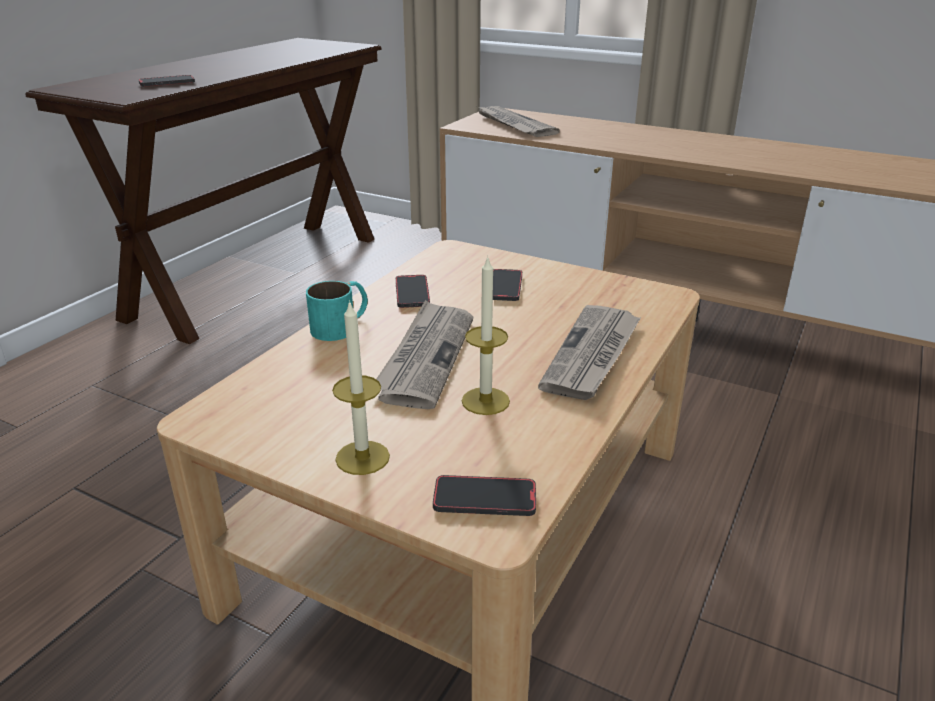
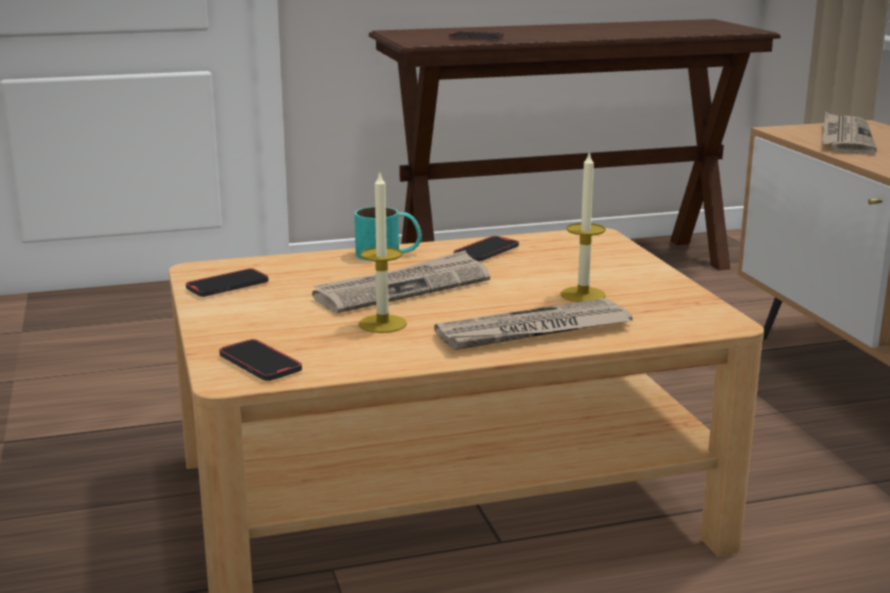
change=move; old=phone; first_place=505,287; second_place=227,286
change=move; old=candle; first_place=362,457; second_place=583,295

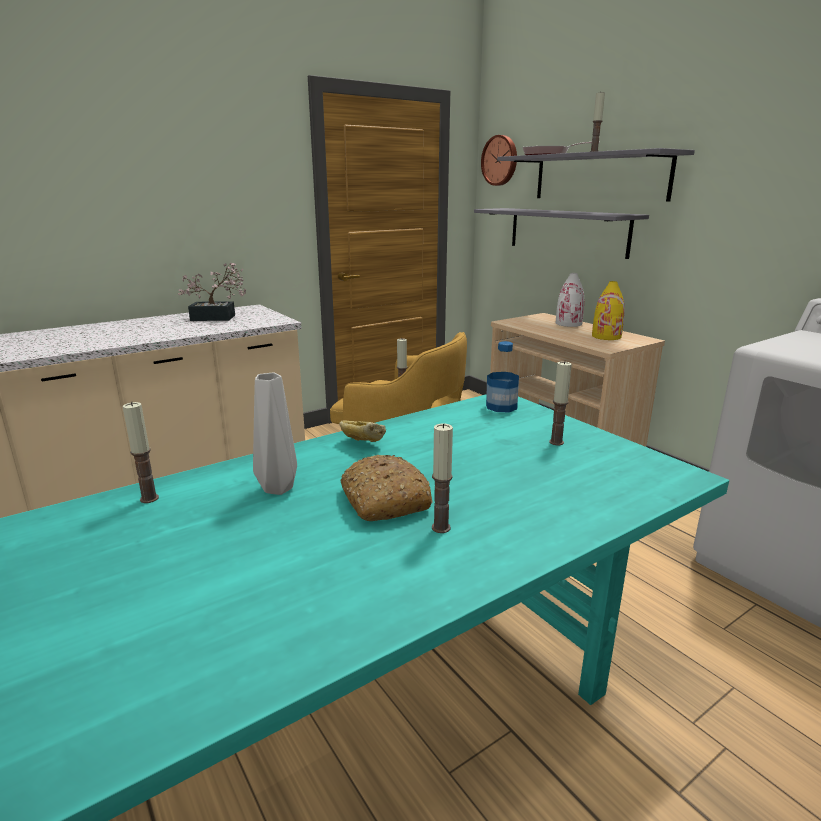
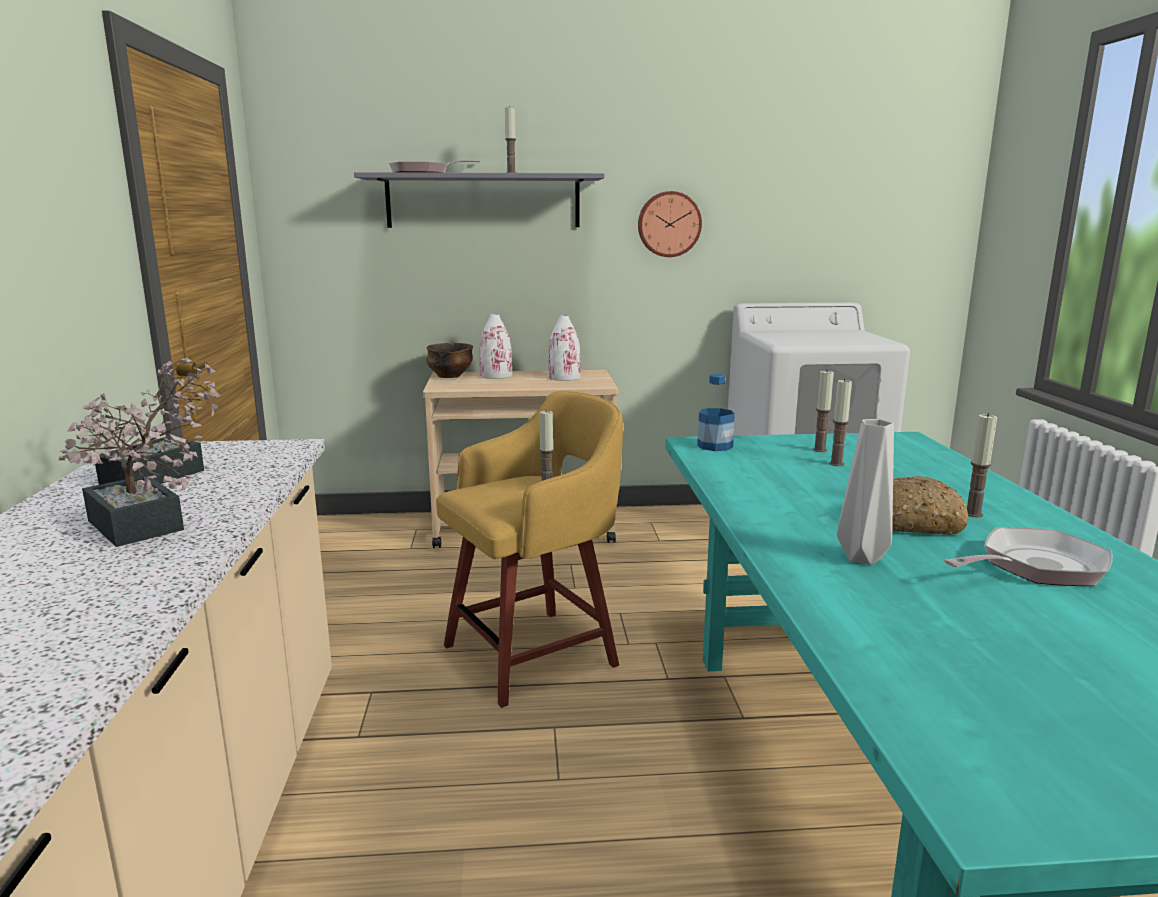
change=move; old=wall clock; first_place=500,160; second_place=669,224
change=delete; old=shelf/grey; first_place=567,231
change=recolor; old=vase/yellow; new=vase/white; first_place=606,336; second_place=564,377
change=move; old=candle; first_place=149,498; second_place=836,464
change=delete; old=bread; first_place=362,444
change=insert; new=bowl; second_place=450,376
change=insert; new=potted plant; second_place=138,529
change=insert; new=frying pan; second_place=1035,567

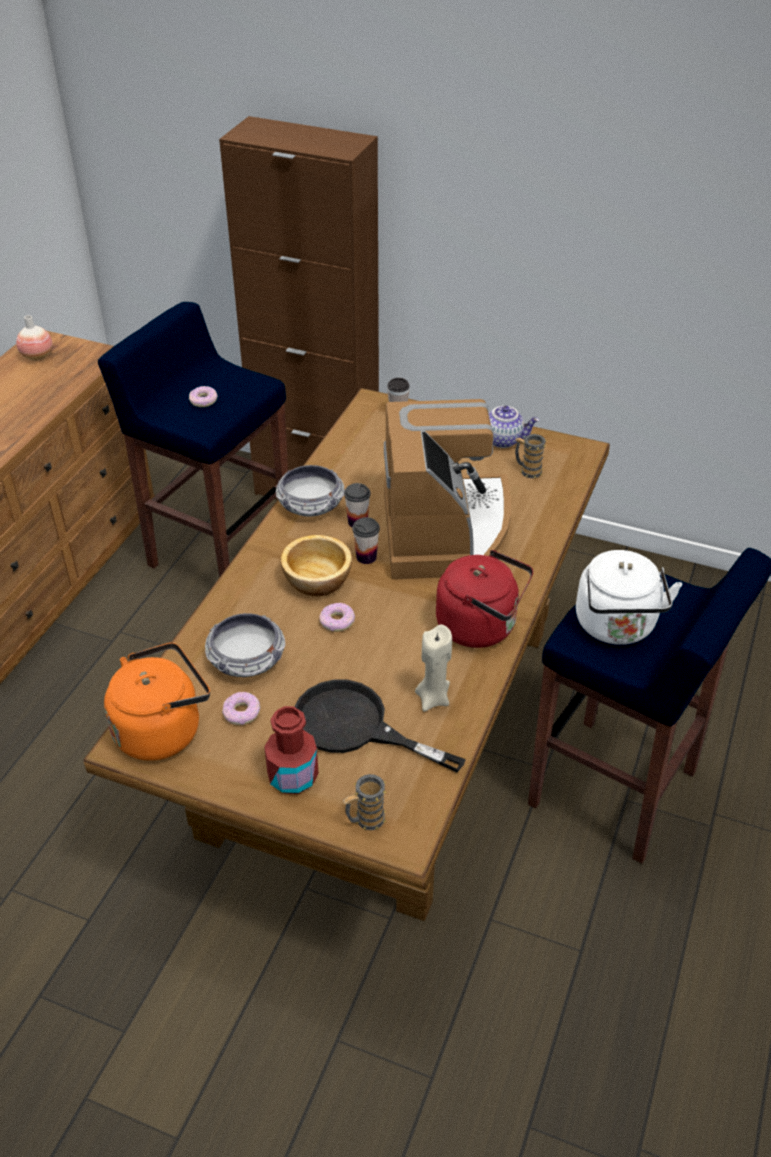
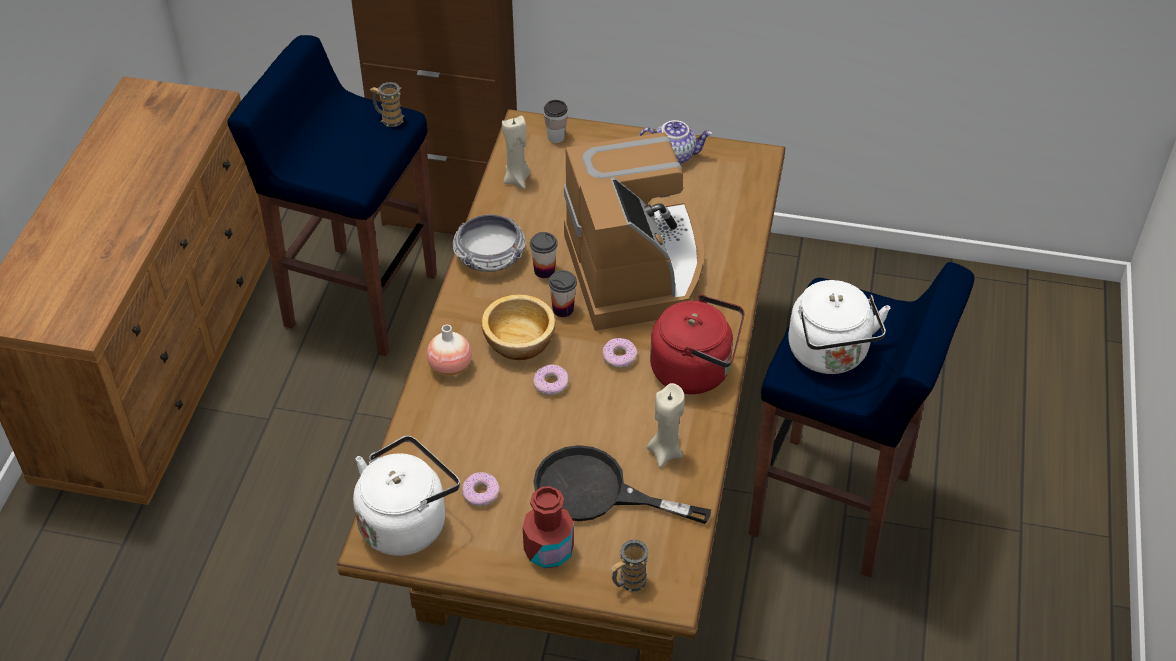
change=move; old=vase; first_place=37,356; second_place=450,366
change=move; old=donut; first_place=203,401; second_place=619,357
change=move; old=mug; first_place=527,470; second_place=389,119
change=delete; old=bowl; first_place=246,658
change=recolor; old=kettle/orange; new=kettle/white; first_place=162,729; second_place=407,521
change=insert; new=candle/beige; second_place=517,179

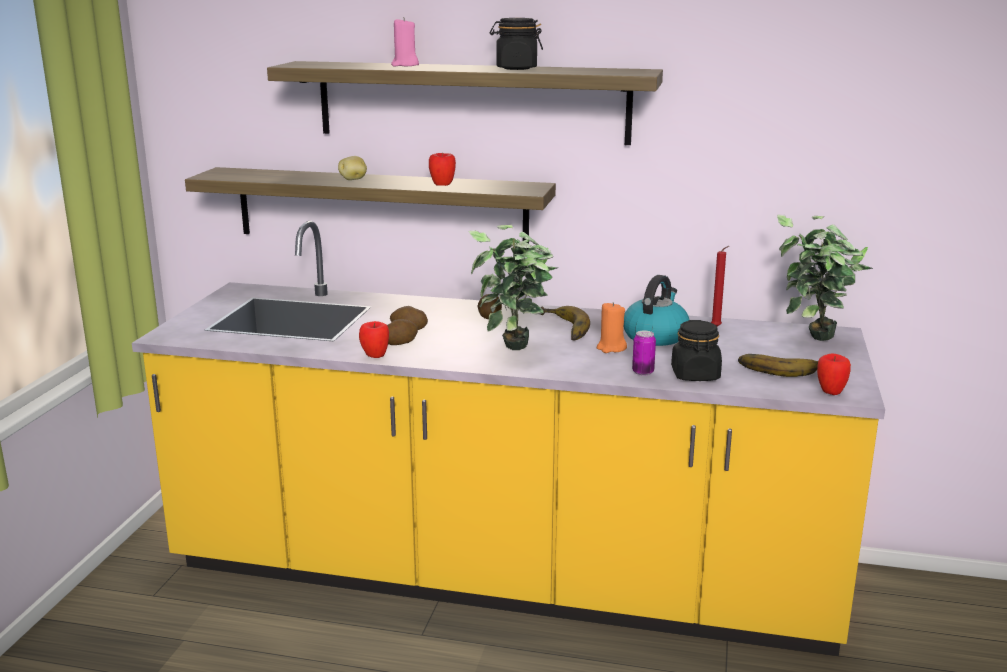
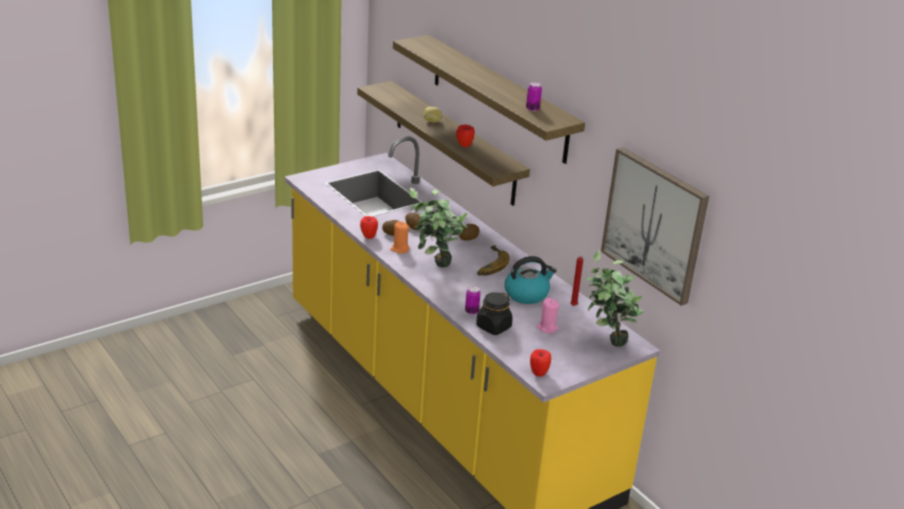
change=move; old=candle/pink; first_place=405,65; second_place=547,328
change=delete; old=jar/black; first_place=516,68
change=move; old=candle/orange; first_place=611,348; second_place=400,249
change=delete; old=banana; first_place=781,367
change=insert; new=can; second_place=532,109
change=insert; new=picture; second_place=655,224

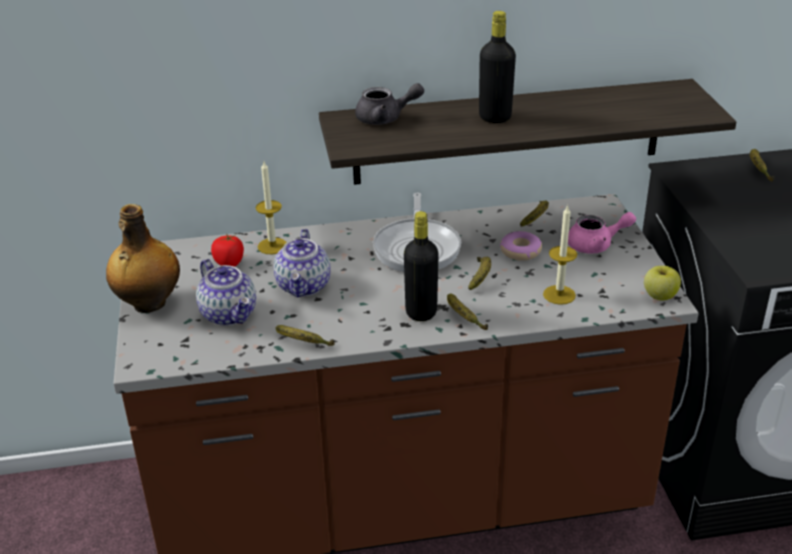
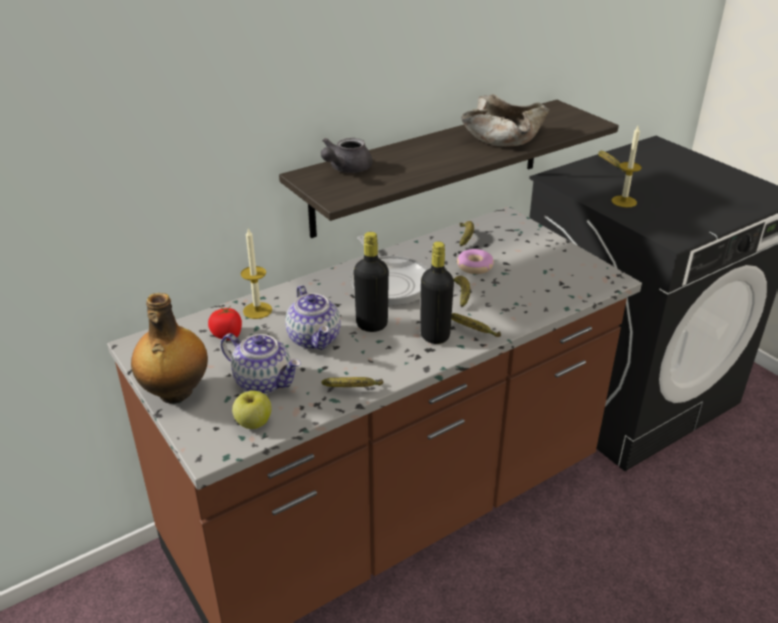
change=move; old=bottle/black; first_place=495,117; second_place=372,325
change=rotate; old=teapot/grey; first_place=385,118; second_place=345,169; degrees=150
change=move; old=candle; first_place=559,295; second_place=624,201
change=delete; old=teapot/pink; first_place=596,245
change=move; old=apple; first_place=659,296; second_place=253,423
change=insert; new=bowl/beige; second_place=504,136

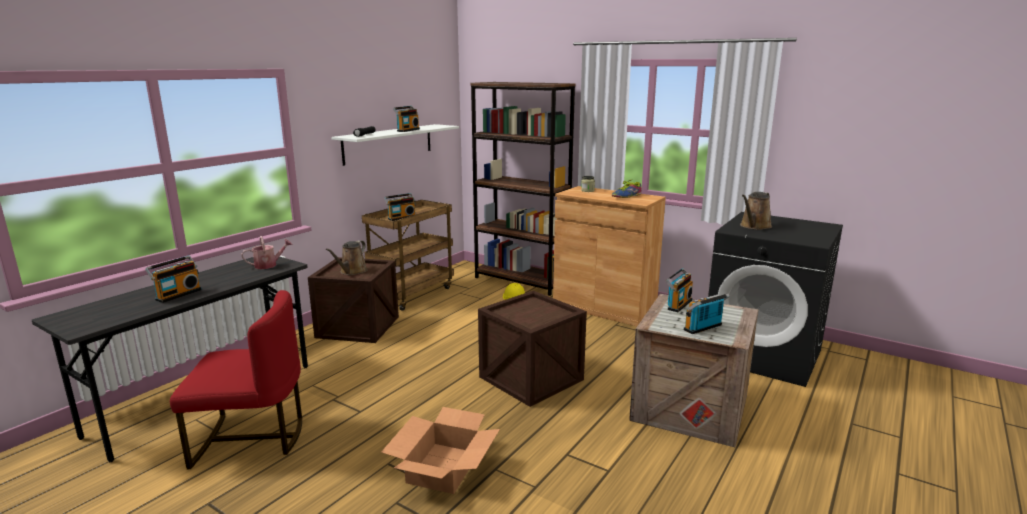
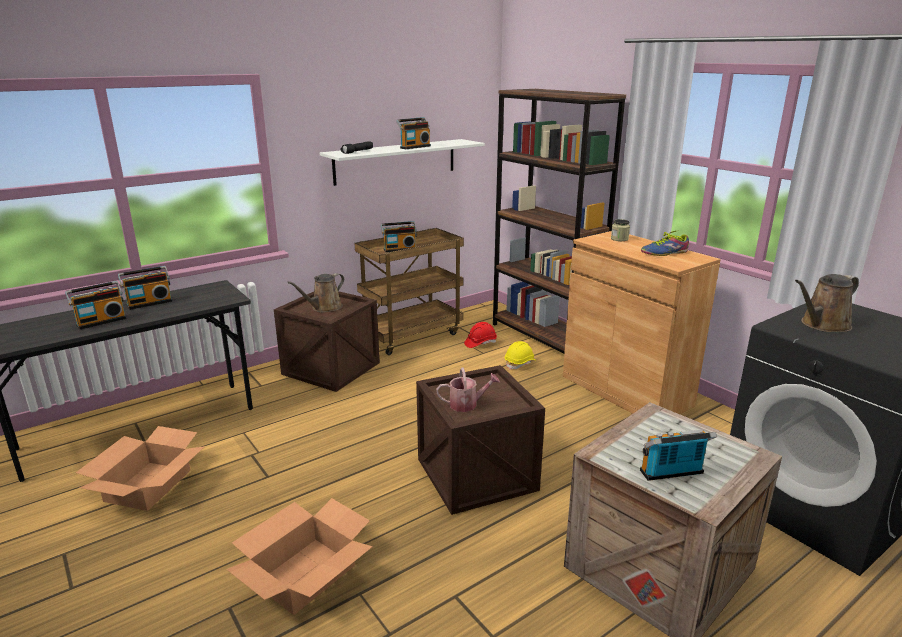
change=move; old=watering can; first_place=269,265; second_place=467,404
change=move; old=radio; first_place=678,304; second_place=149,303
change=replace; old=chair/red; new=cardboard box; first_place=251,439; second_place=148,485
change=insert; new=hard hat/red; second_place=480,343

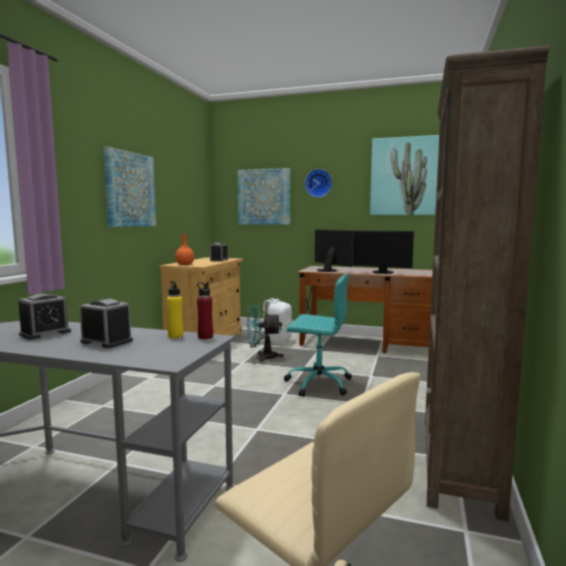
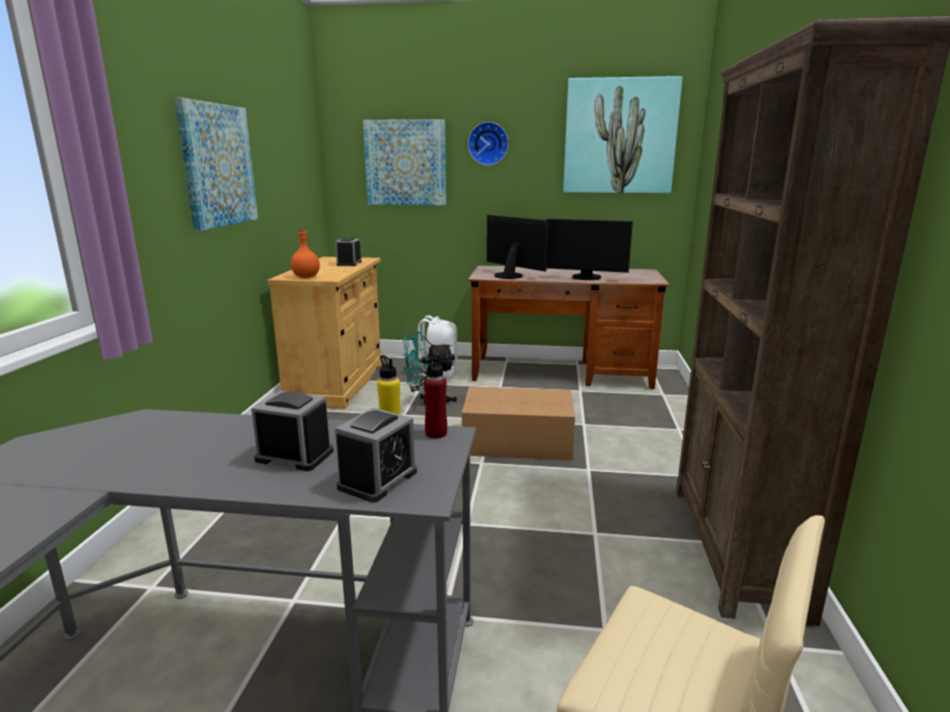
change=replace; old=office chair/turquoise; new=cardboard box; first_place=317,383; second_place=519,442
change=move; old=alarm clock; first_place=45,333; second_place=378,480

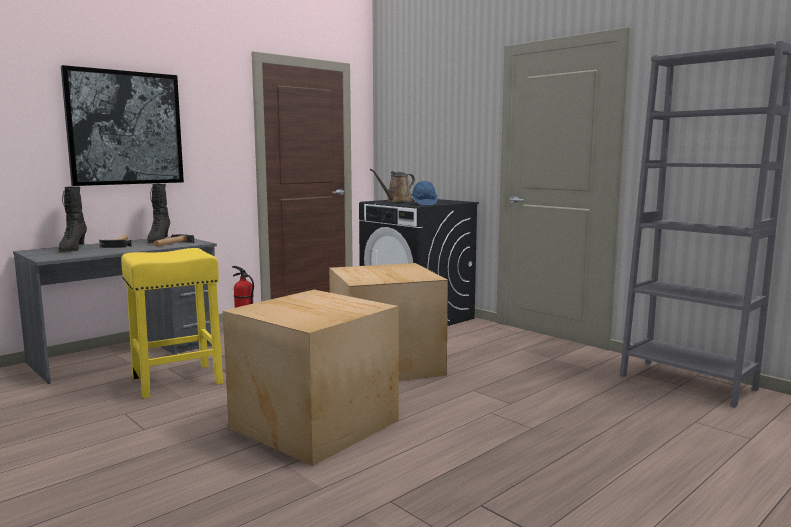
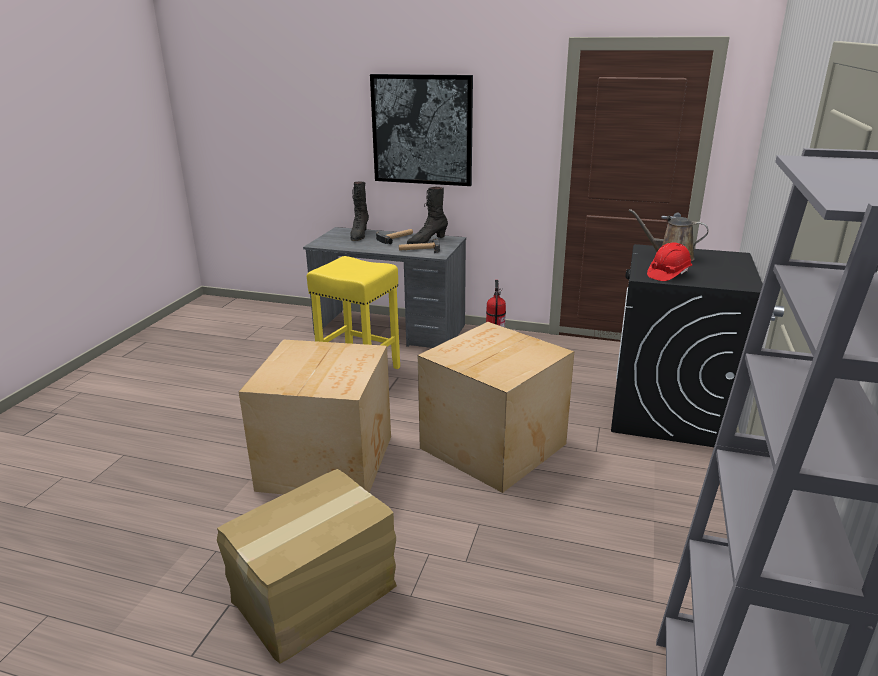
change=recolor; old=hard hat/blue; new=hard hat/red; first_place=424,204; second_place=668,274
change=rotate; old=boot/black; first_place=72,249; second_place=359,235; degrees=-45
change=insert; new=cardboard box; second_place=316,595

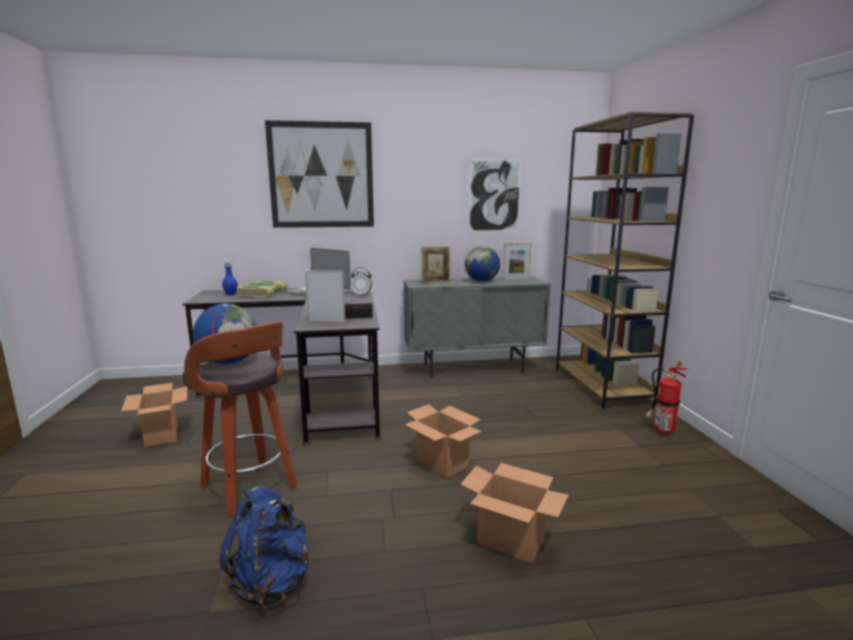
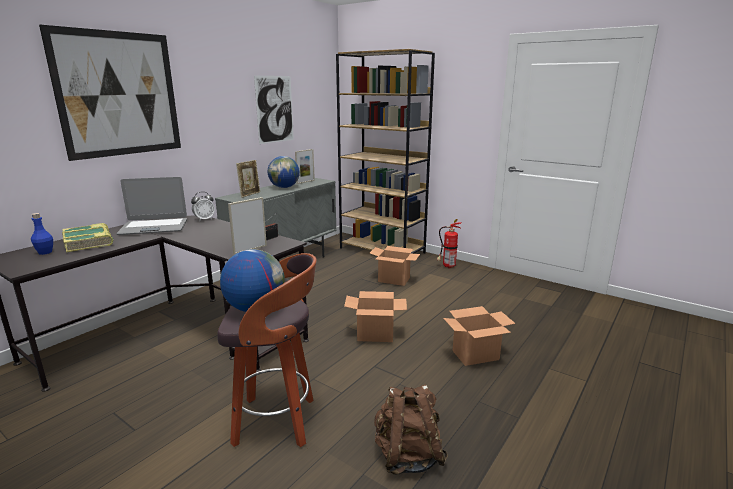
change=move; old=cardboard box; first_place=162,435; second_place=394,280
change=recolor; old=backpack/blue; new=backpack/brown; first_place=272,583; second_place=407,456

